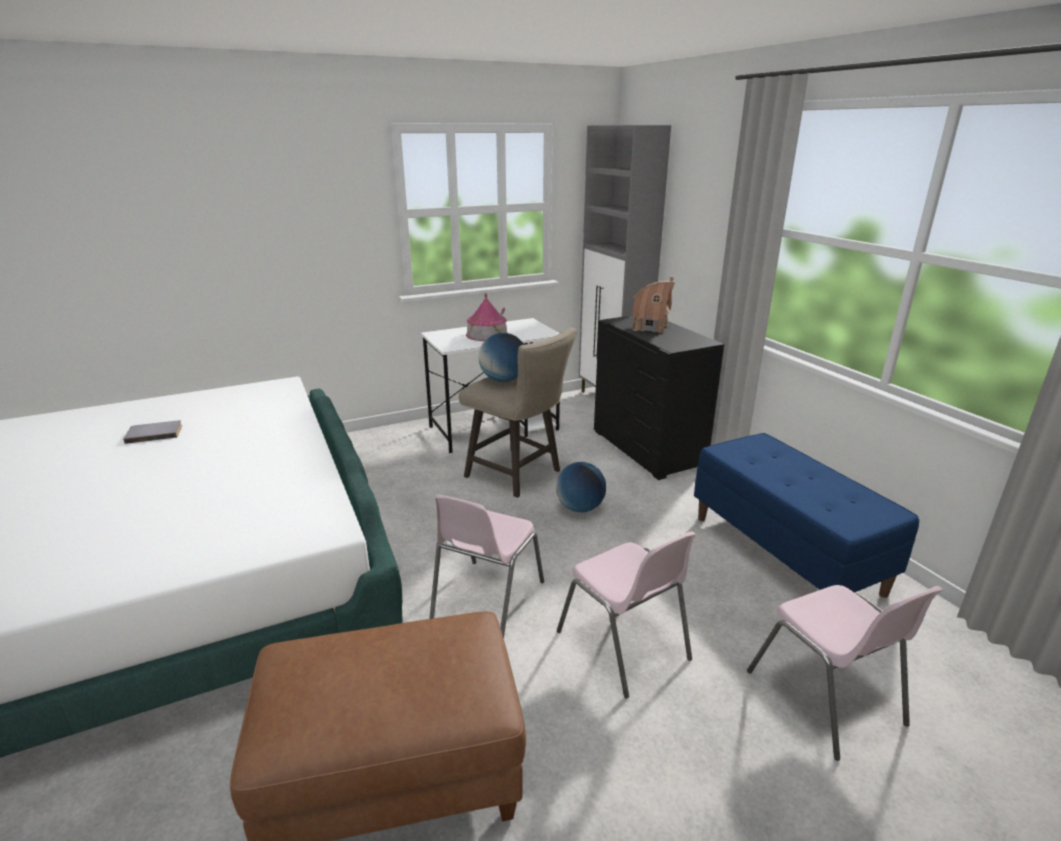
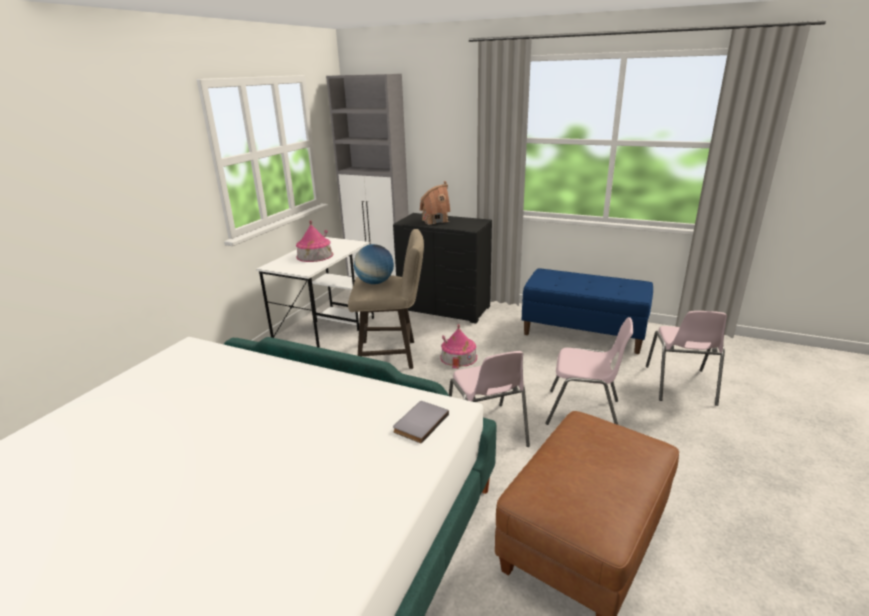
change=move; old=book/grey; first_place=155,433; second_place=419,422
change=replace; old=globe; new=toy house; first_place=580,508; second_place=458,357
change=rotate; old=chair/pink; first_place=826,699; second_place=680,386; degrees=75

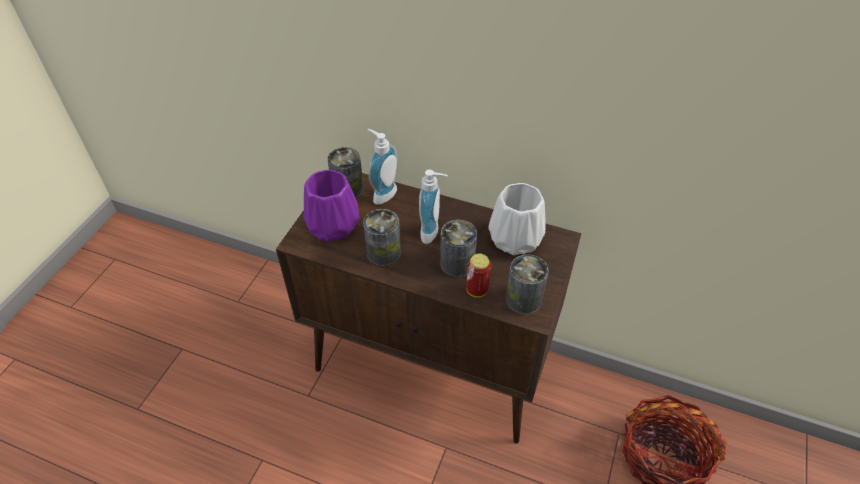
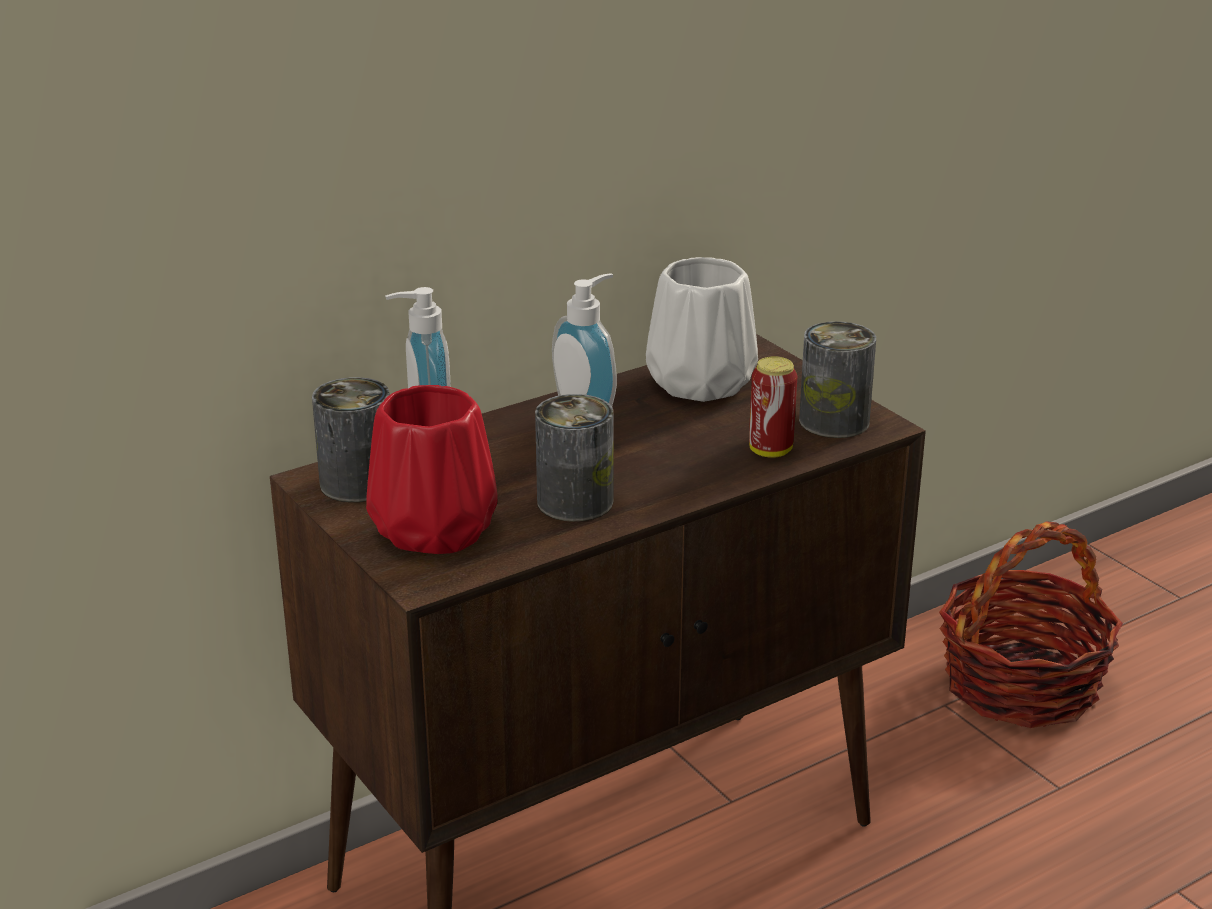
change=recolor; old=vase/purple; new=vase/red; first_place=333,226; second_place=437,529
change=delete; old=can; first_place=457,263

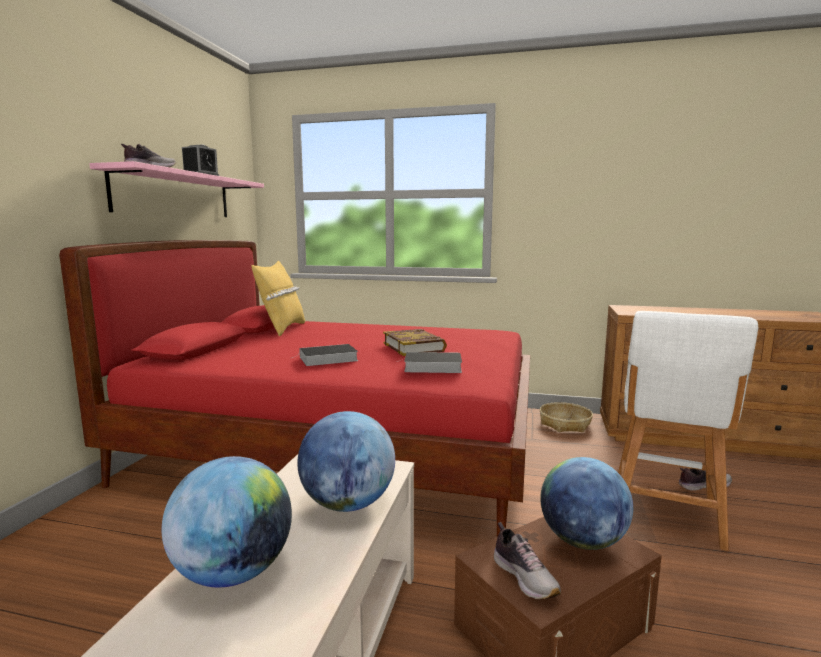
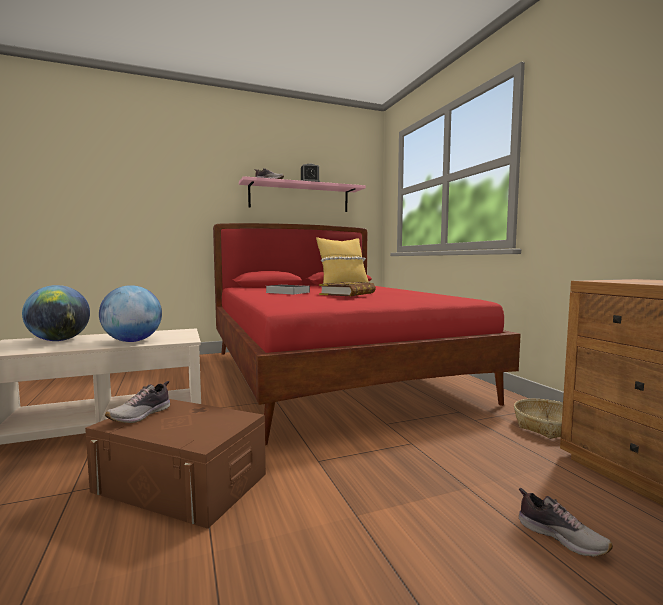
change=delete; old=stool/white; first_place=665,515
change=delete; old=book; first_place=431,367
change=delete; old=globe; first_place=582,541

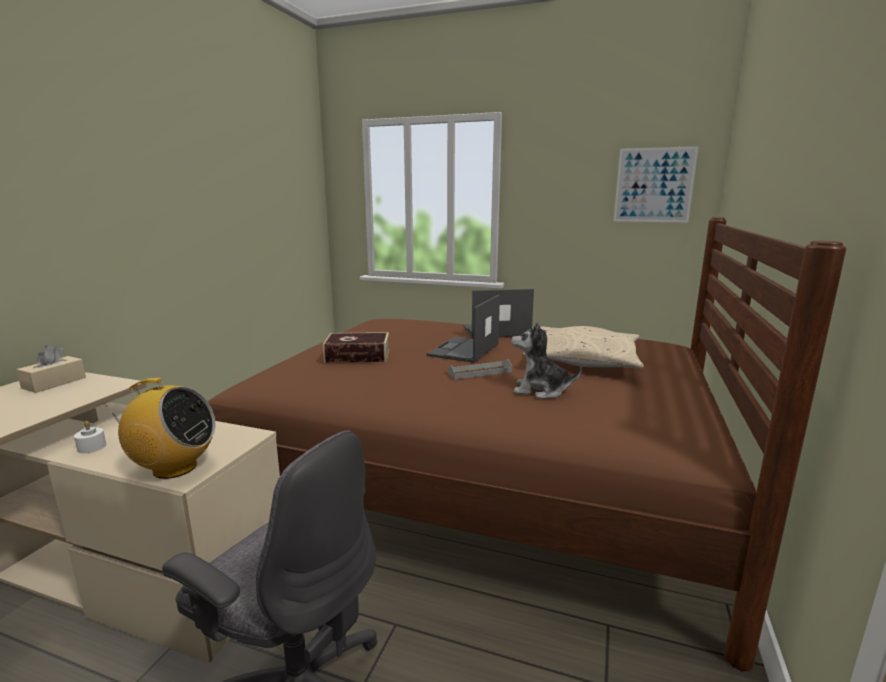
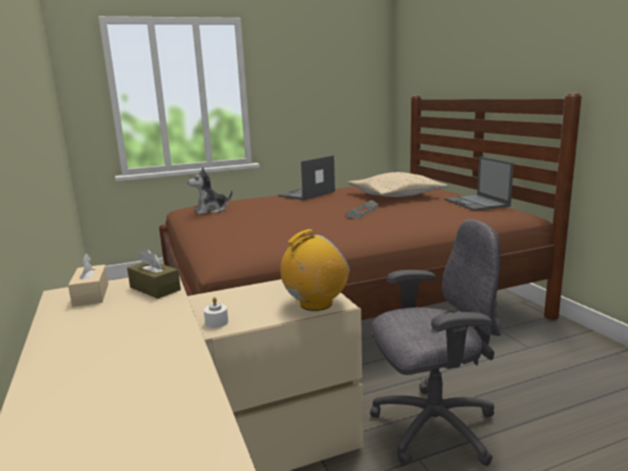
change=delete; old=picture; first_place=654,185
change=move; old=laptop; first_place=464,350; second_place=477,203
change=move; old=plush toy; first_place=540,391; second_place=211,211
change=delete; old=book; first_place=358,356
change=insert; new=tissue box/brown; second_place=155,288

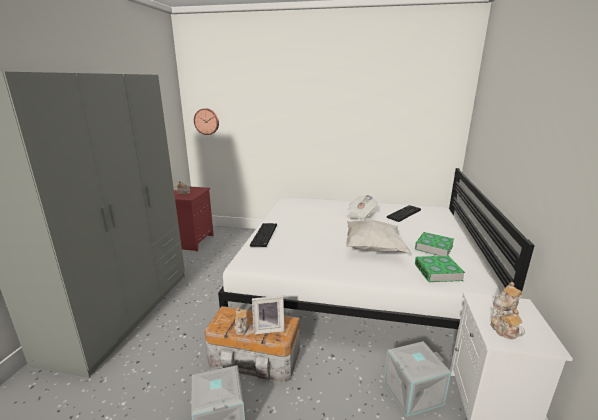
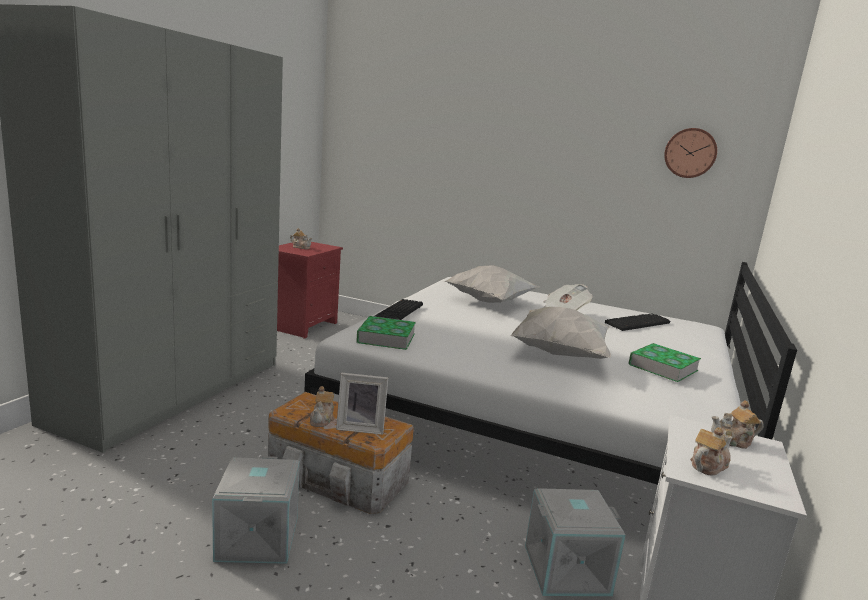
change=move; old=wall clock; first_place=207,121; second_place=690,153
change=move; old=book; first_place=437,272; second_place=386,338
change=rotate; old=teapot; first_place=503,331; second_place=707,465; degrees=60
change=insert; new=pillow/white; second_place=490,302

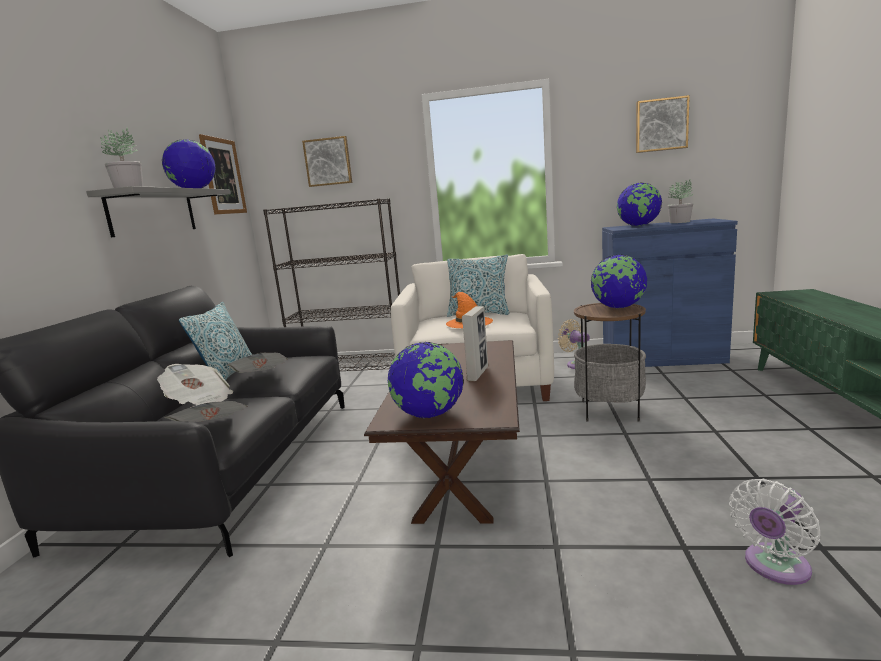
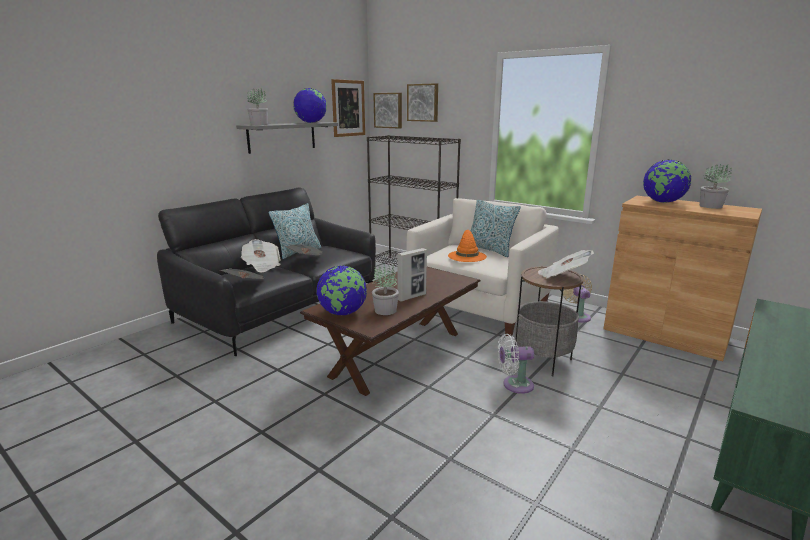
change=move; old=picture; first_place=661,125; second_place=388,110
change=recolor; old=cabinet/blue; new=cabinet/brown; first_place=662,357; second_place=664,334
change=replace; old=globe; new=newspaper; first_place=618,307; second_place=562,276
change=move; old=fan/white; first_place=774,567; second_place=514,385
change=insert; new=potted plant; second_place=385,310

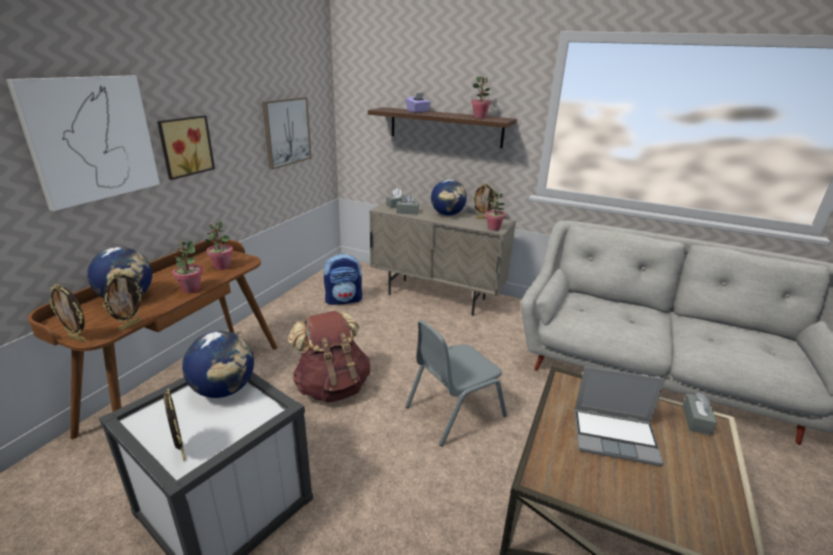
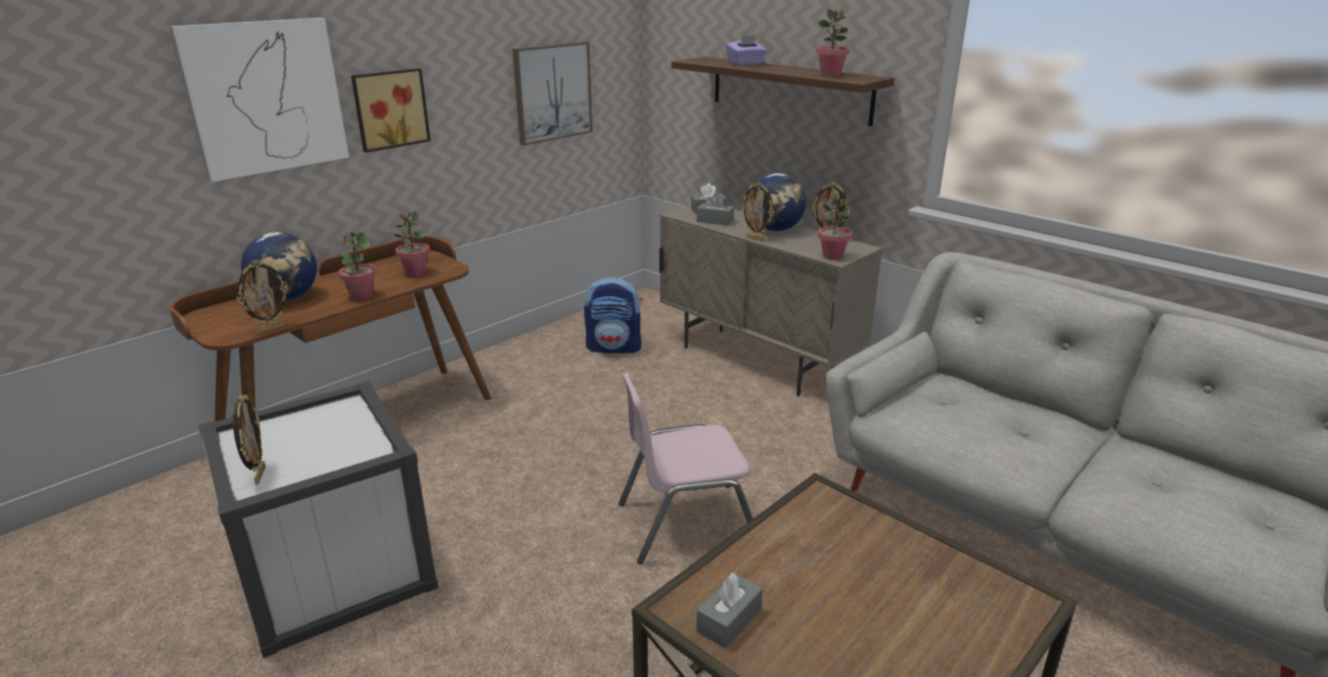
change=move; old=picture frame; first_place=77,339; second_place=756,239
change=delete; old=backpack/brown; first_place=332,386
change=recolor; old=chair/grey; new=chair/pink; first_place=454,411; second_place=686,523
change=delete; old=globe; first_place=224,390
change=delete; old=laptop; first_place=615,437
change=move; old=tissue box/grey; first_place=696,420; second_place=729,620

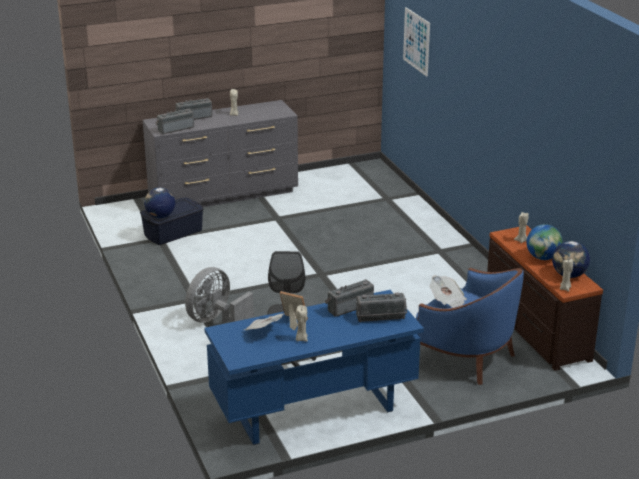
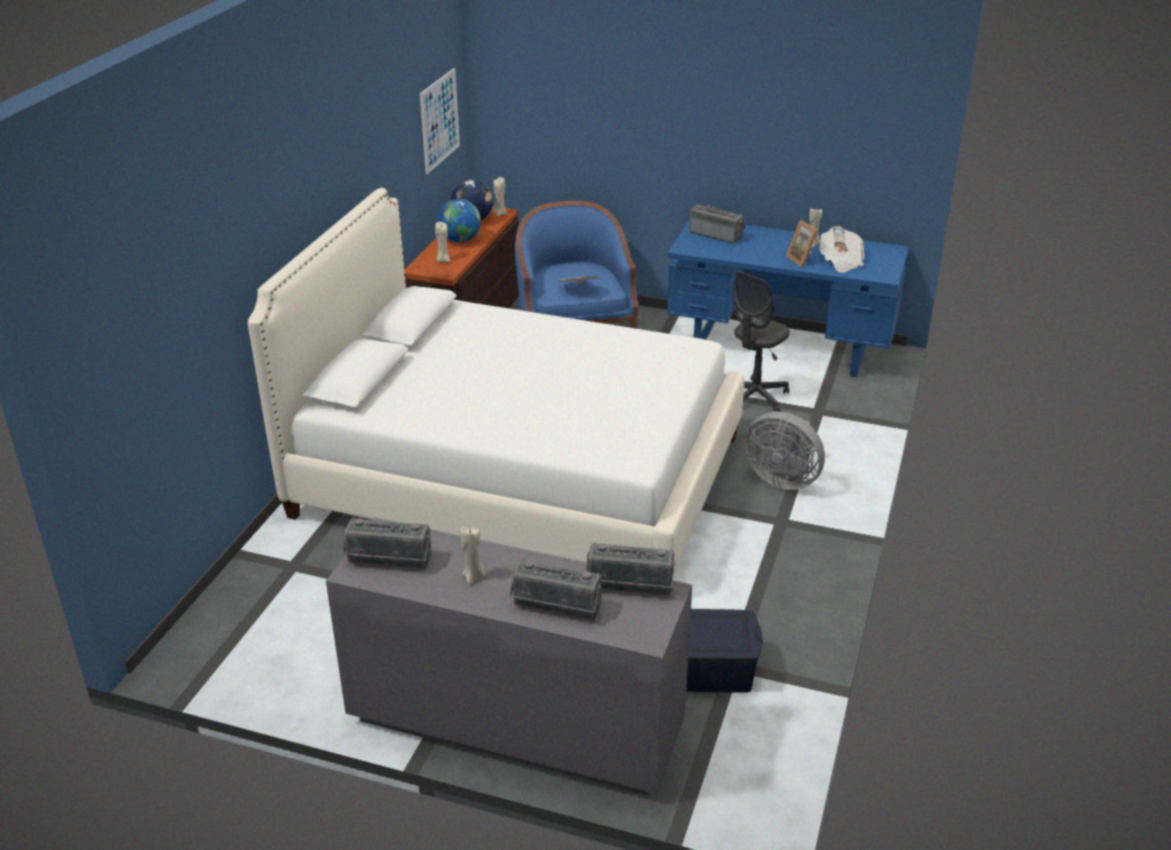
change=move; old=picture; first_place=416,41; second_place=439,120
change=delete; old=globe; first_place=160,216
change=rotate; old=fan/grey; first_place=216,320; second_place=782,478; degrees=45
change=move; old=radio; first_place=349,306; second_place=388,562
change=insert; new=bed/white; second_place=518,475

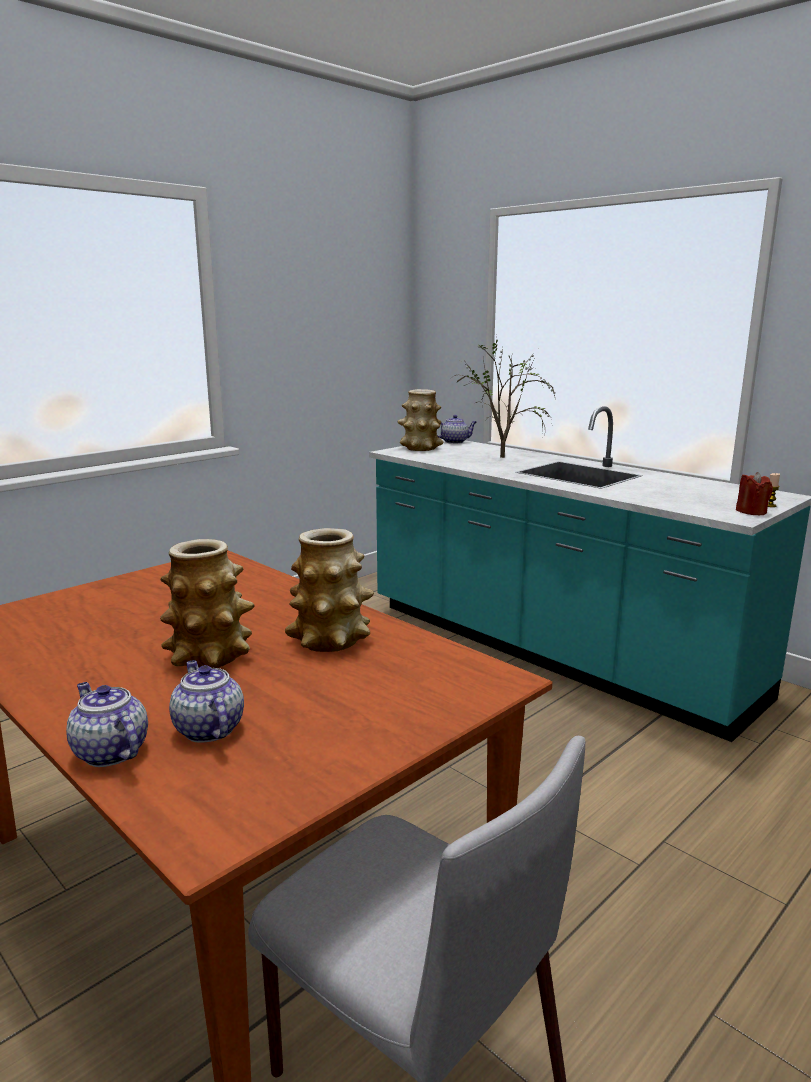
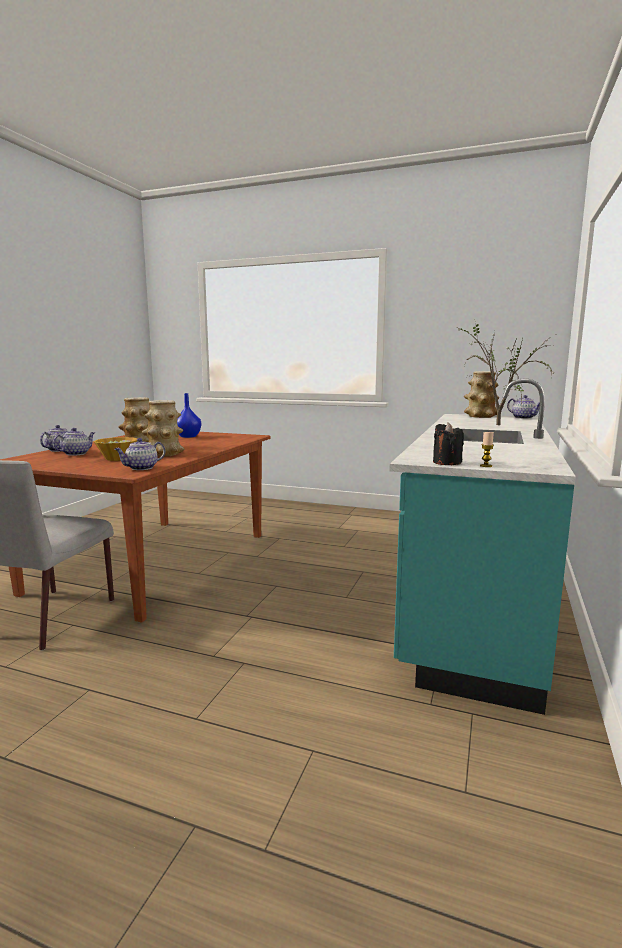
change=recolor; old=candle/red; new=candle/black; first_place=751,511; second_place=446,462
change=insert; new=vase/blue; second_place=188,436
change=insert; new=bowl; second_place=118,458
change=insert; new=teapot; second_place=141,468

